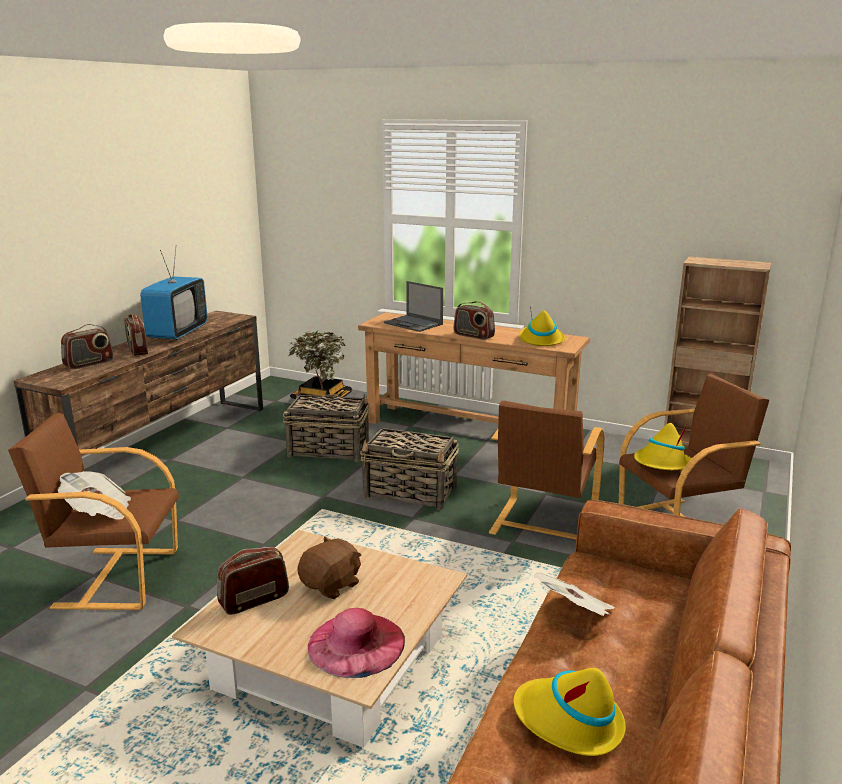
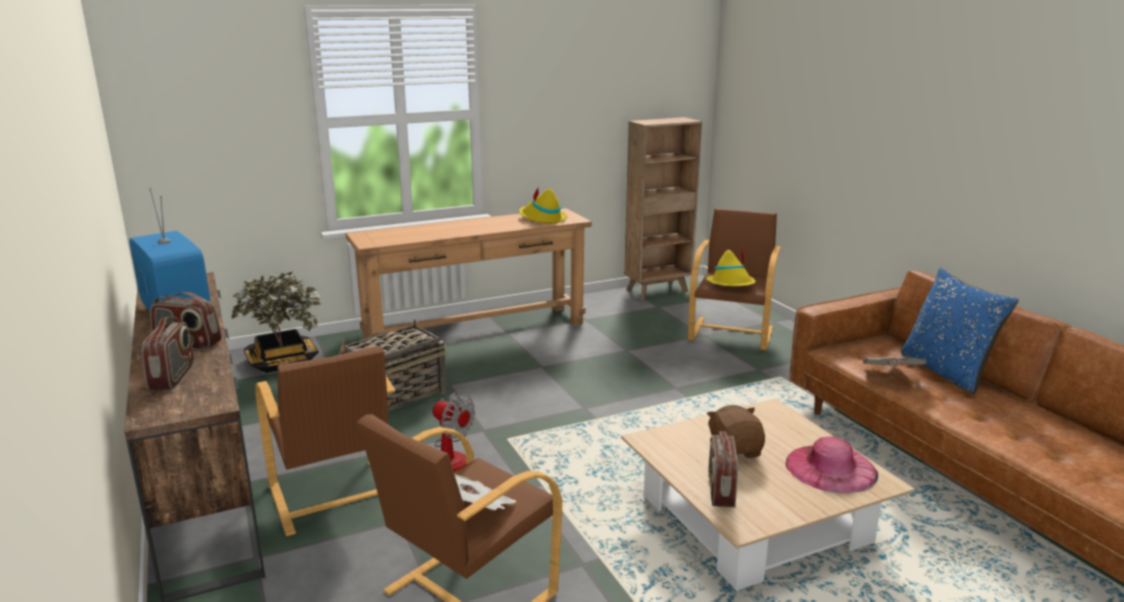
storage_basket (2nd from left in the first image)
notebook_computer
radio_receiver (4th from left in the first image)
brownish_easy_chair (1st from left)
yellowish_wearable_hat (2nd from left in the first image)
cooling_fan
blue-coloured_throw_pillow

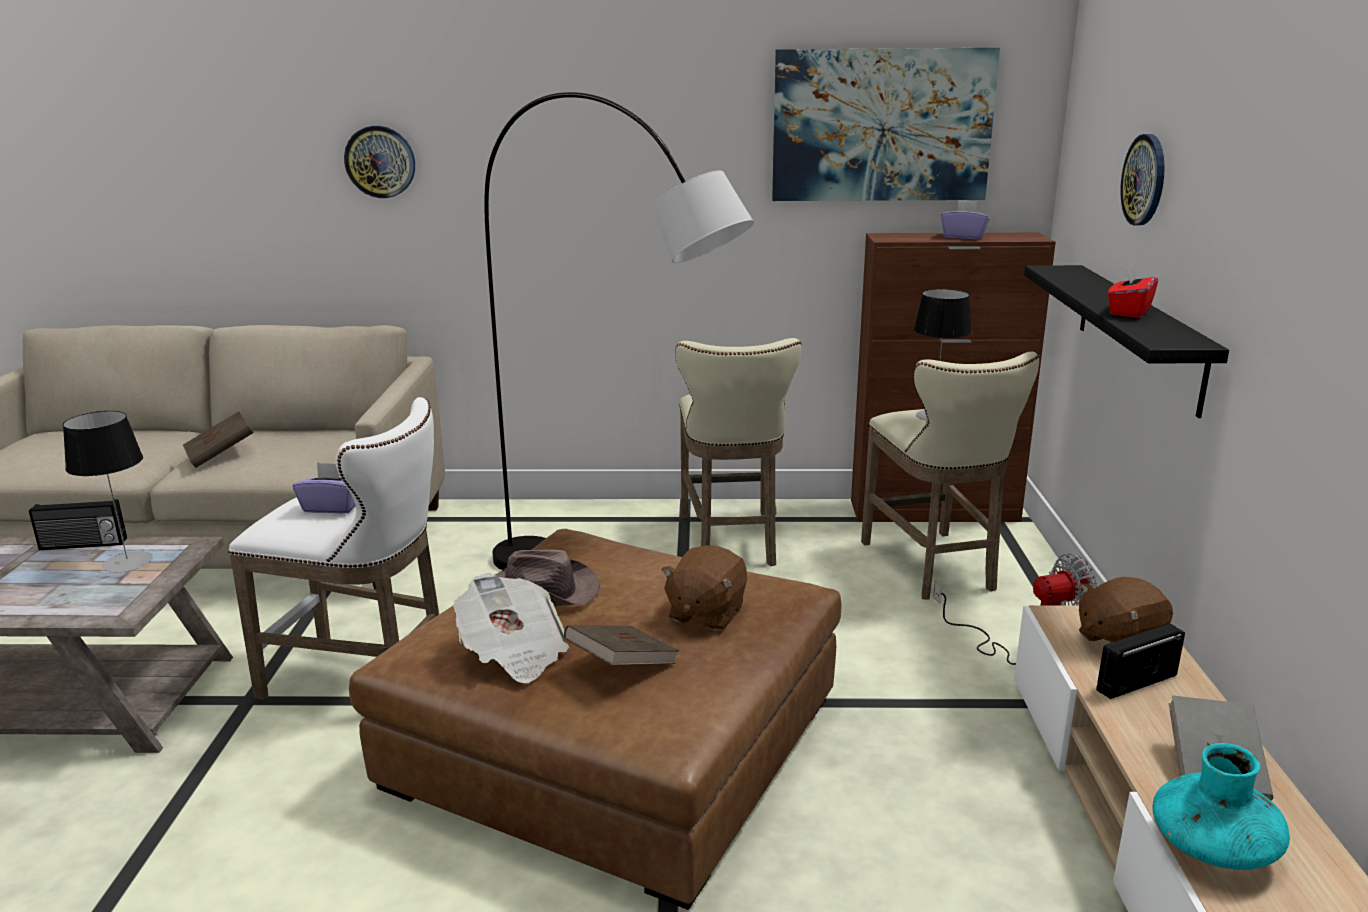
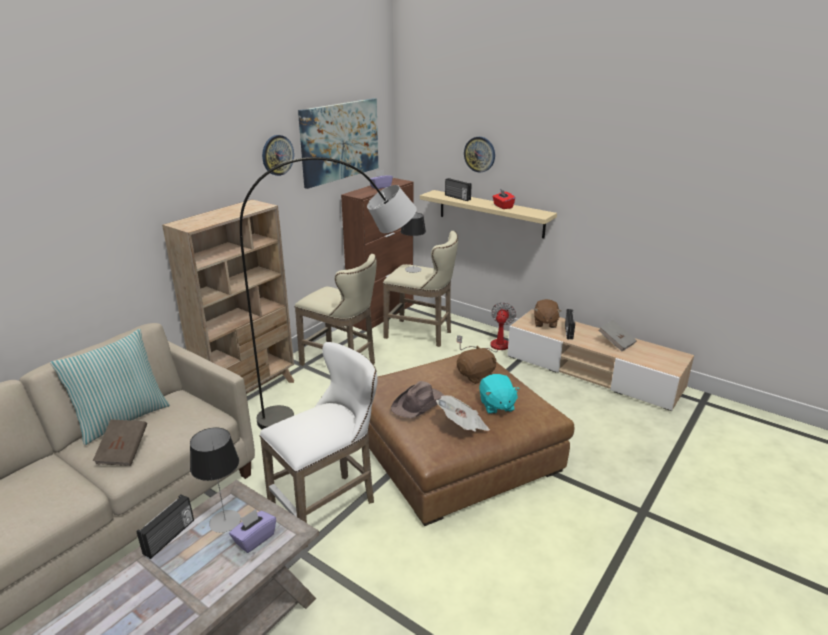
purple_box_of_tissues (1st from left)
wall_clock (1st from left)
blue-green_cuddly_toy
brownish_cuddly_toy (1st from left)
beige_shelf
blue-green_flower_vase
throw_pillow
beige_bookcase
radio_receiver (2nd from left)

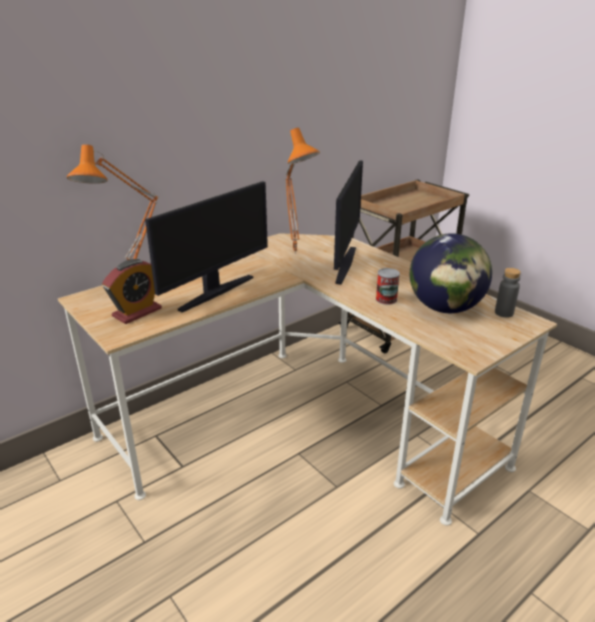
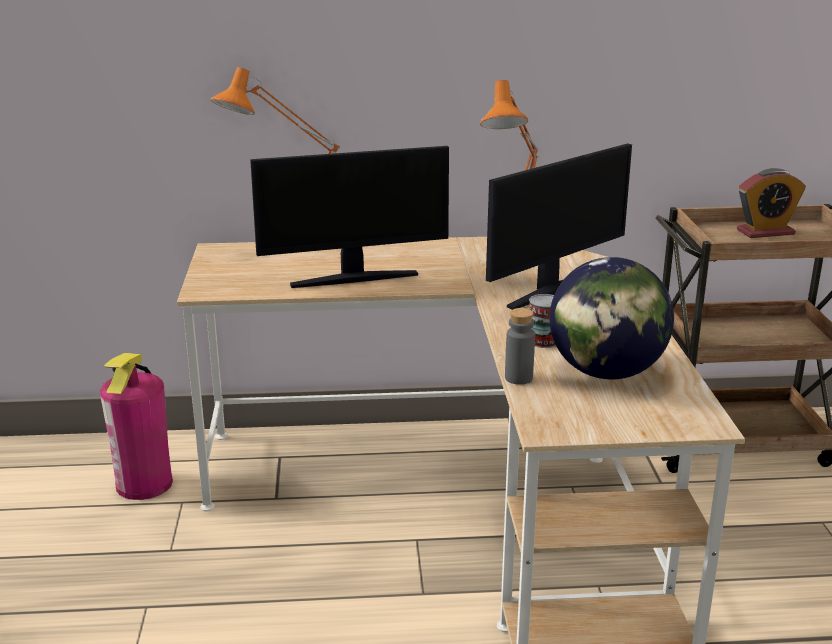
bedside_clock
grey_beverage_bottle
fire-fighting_cylinder

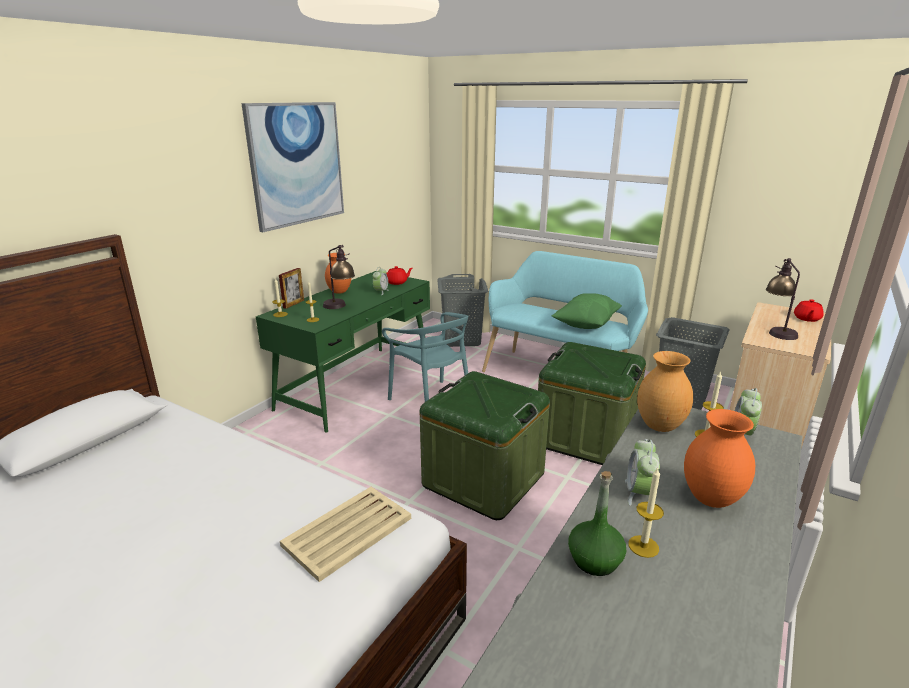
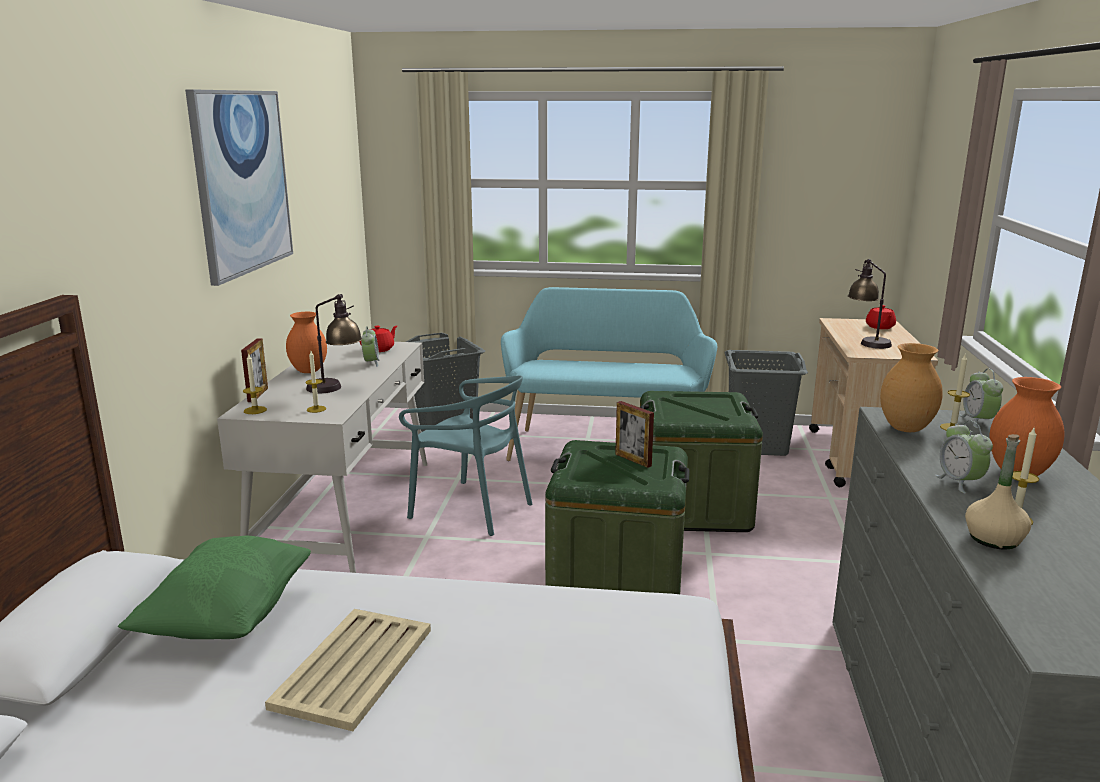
white-coloured_desk_unit
beige_serving_tray
greenish_throw_pillow
beige_beverage_bottle
standing_frame (2nd from left)

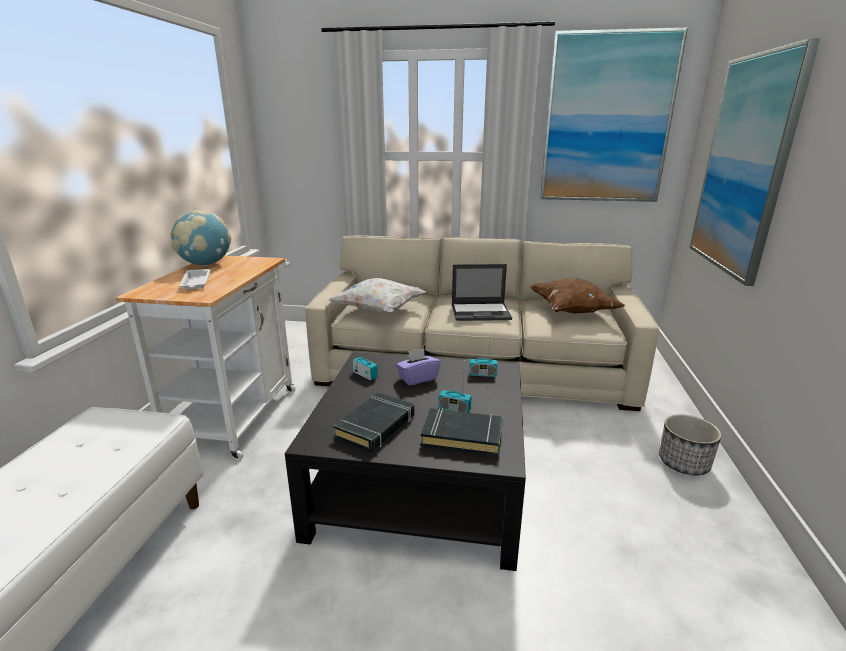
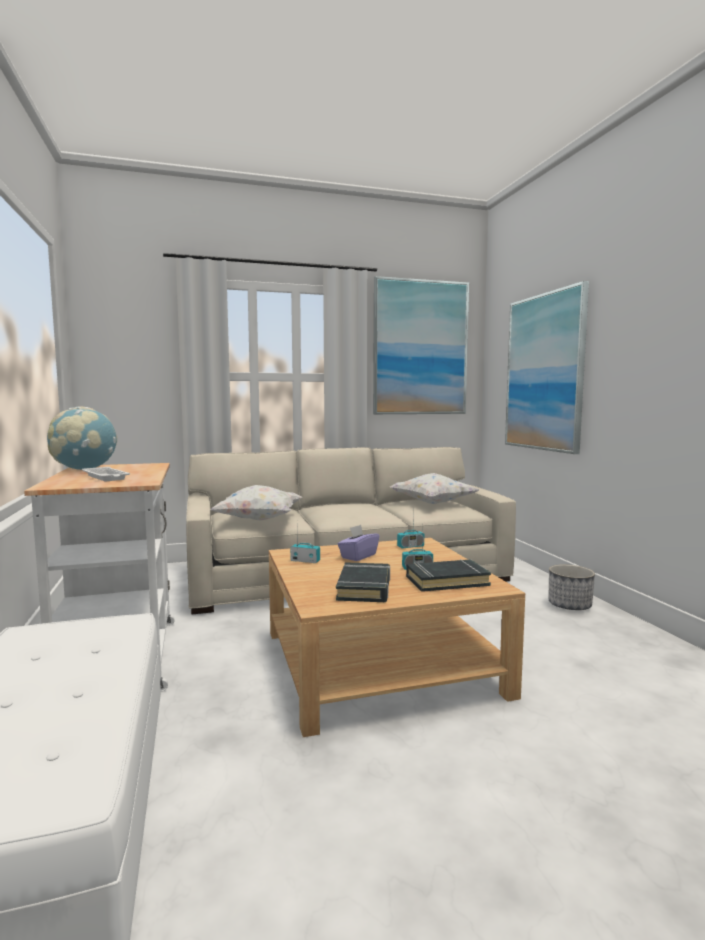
beige_coffee_table
notebook_computer
white-coloured_throw_pillow (2nd from left)

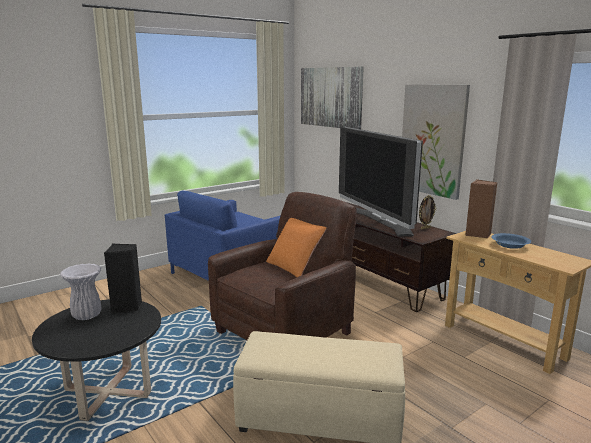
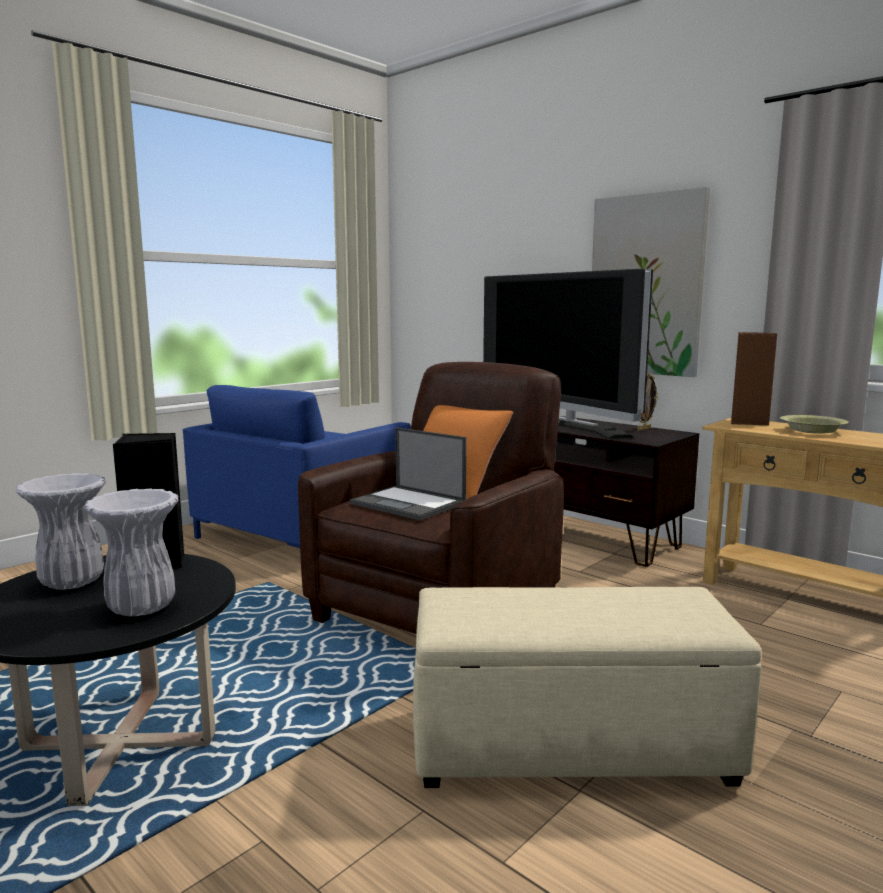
wall_art (1st from left in the first image)
yellowish_bowl
white-coloured_flower_vase (2nd from left)
notebook_computer

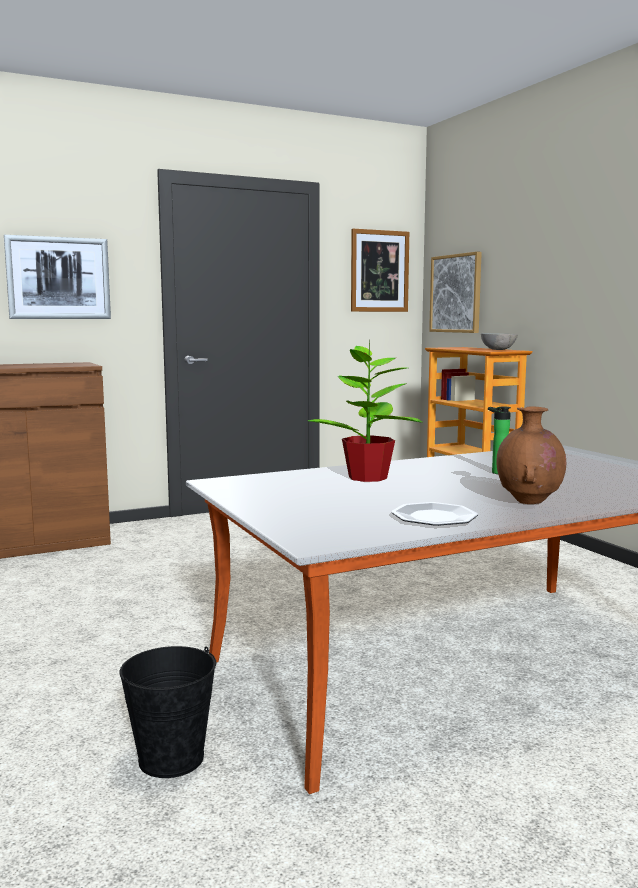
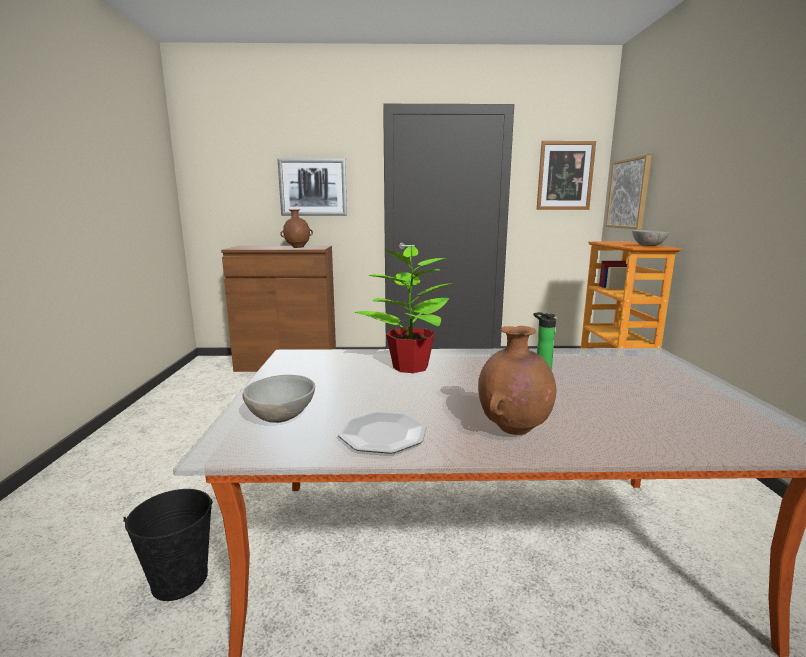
grey_bowl (1st from left)
brownish_flower_vase (1st from left)

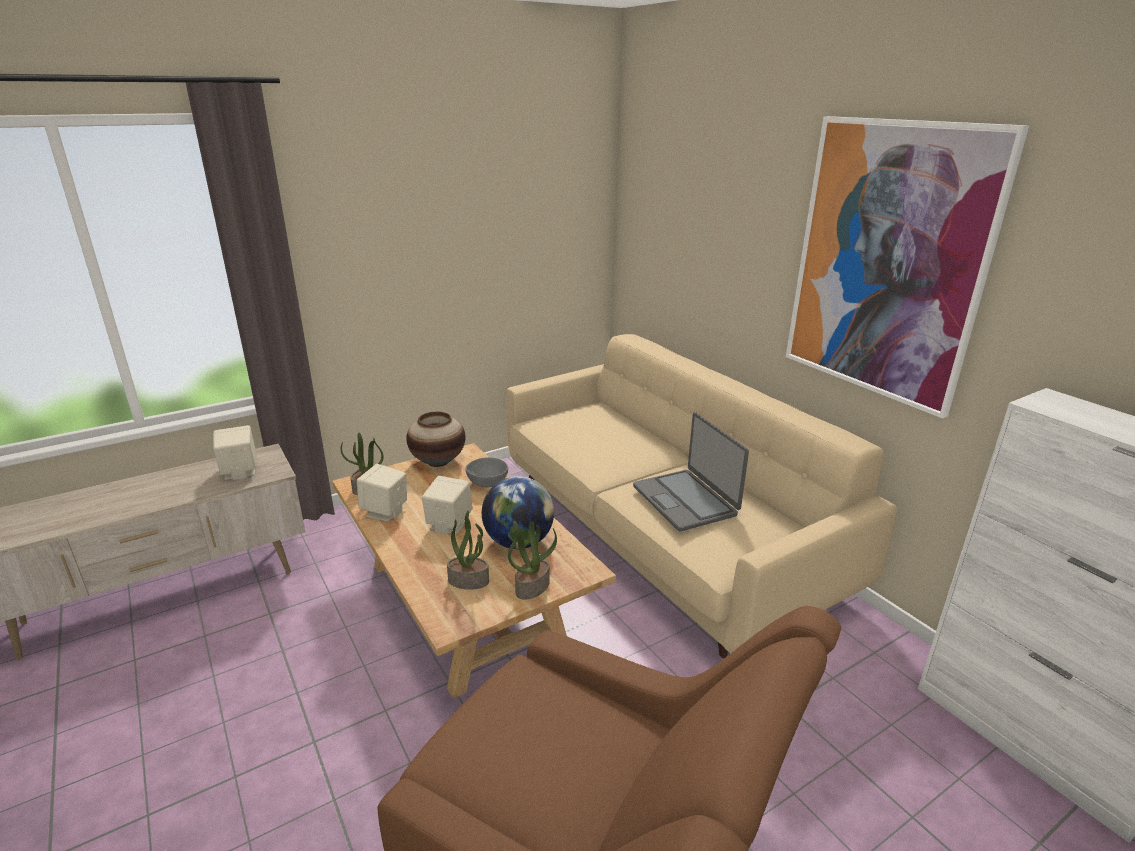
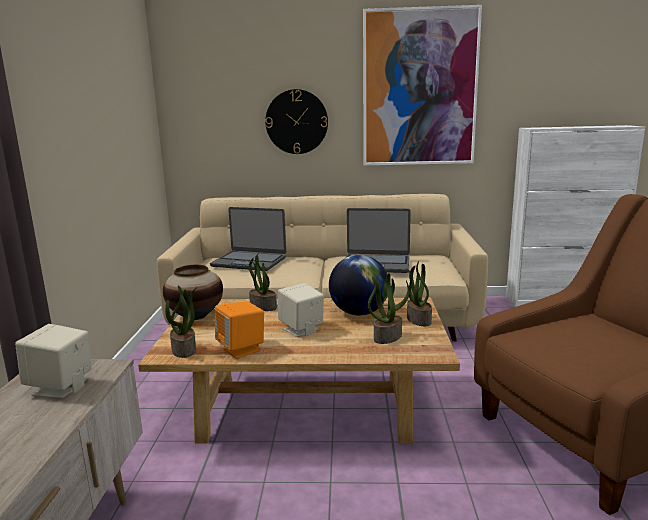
orange_speaker
houseplant (2nd from left)
notebook_computer (1st from left)
wall_clock

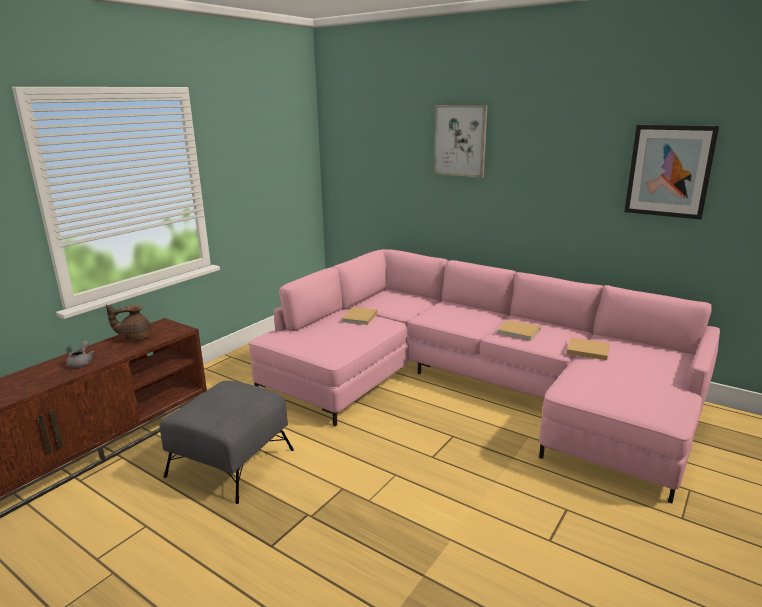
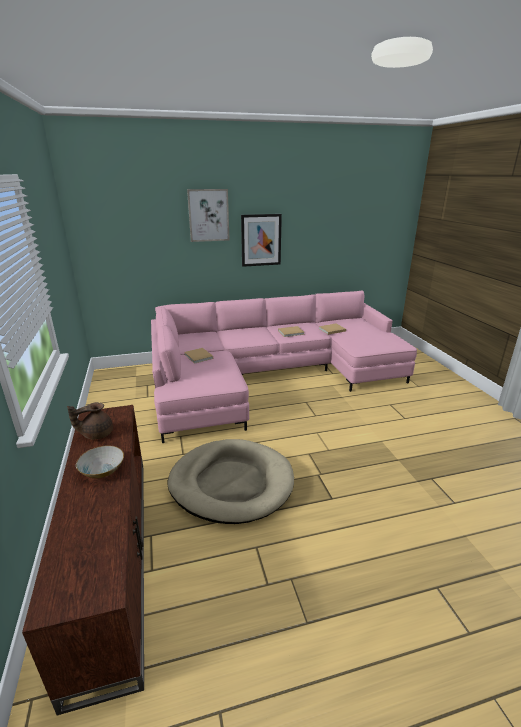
bowl
brownish_pot_for_tea
beige_dog_bed
wall_art (2nd from left)

